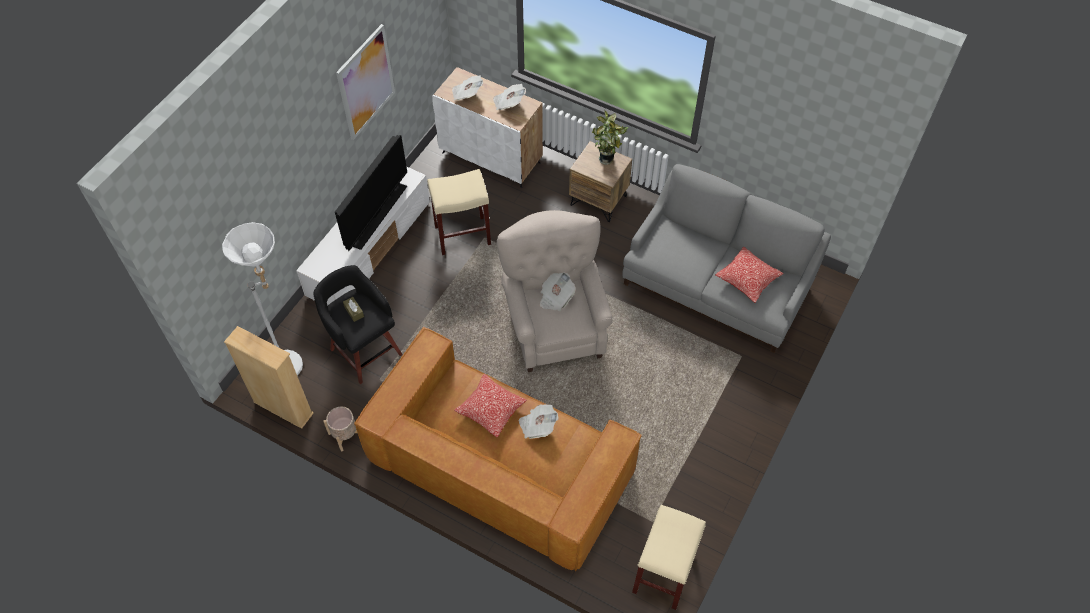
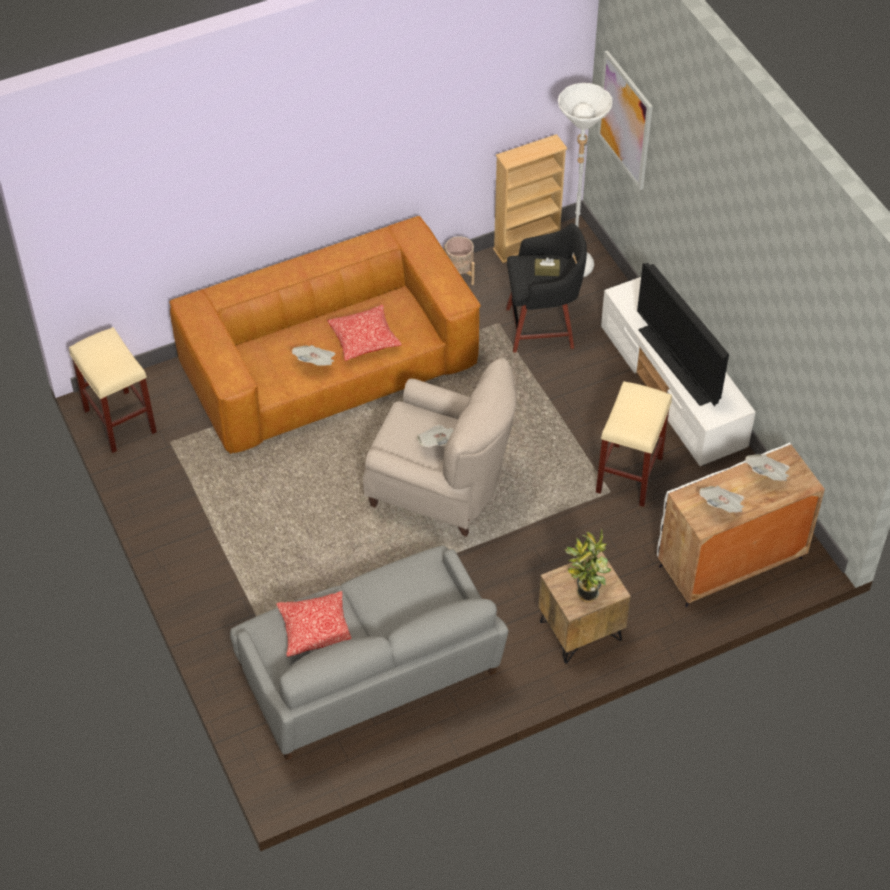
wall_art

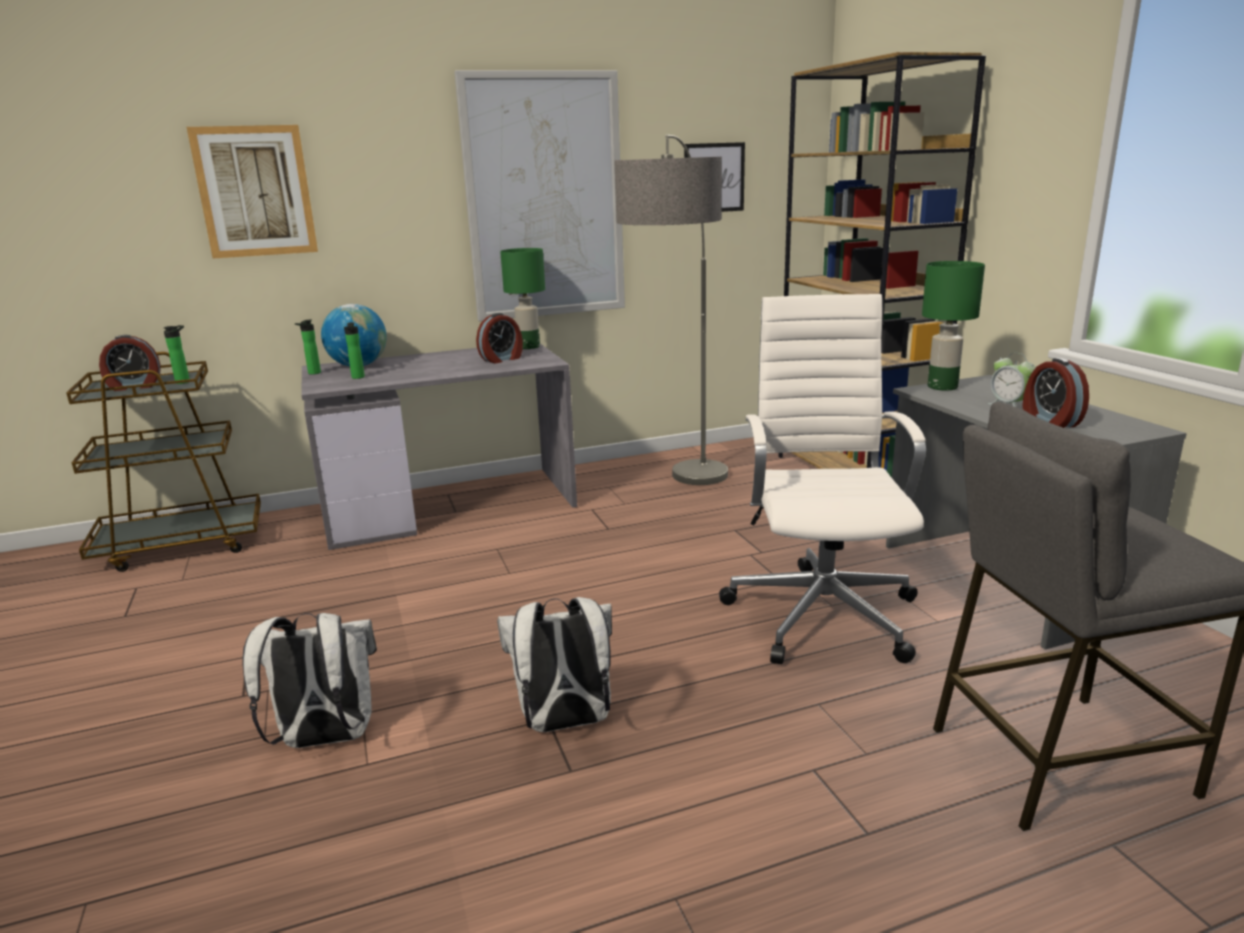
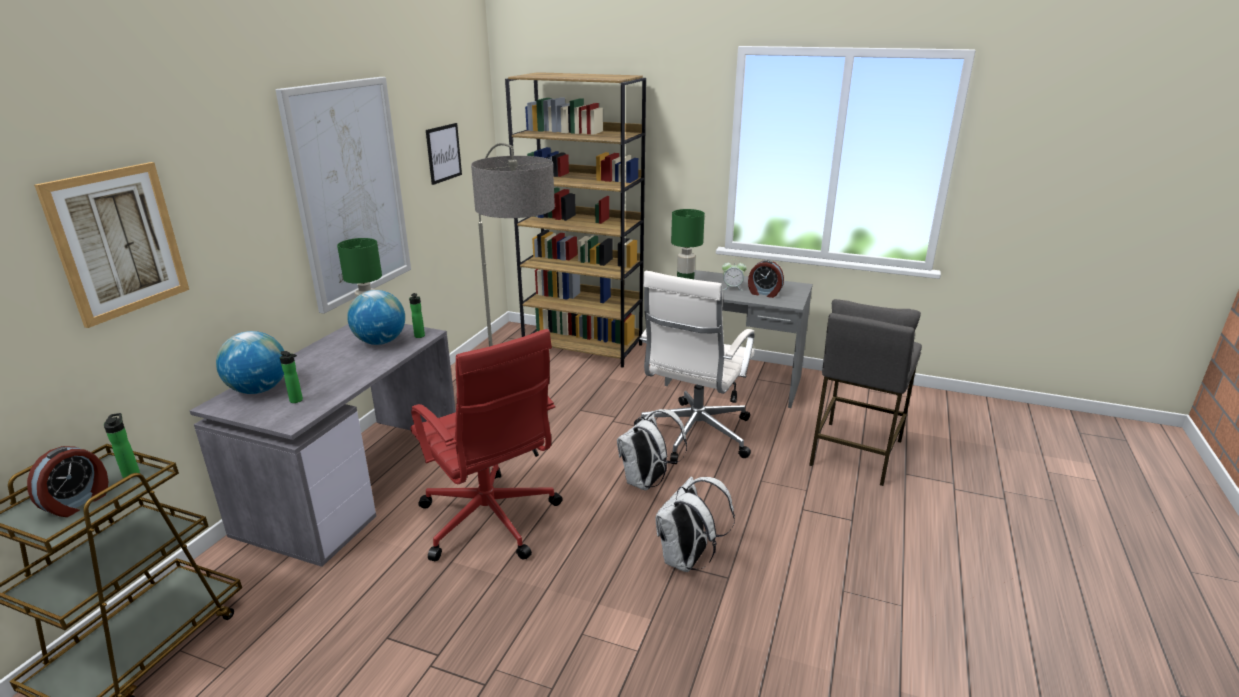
white-coloured_knapsack (1st from left)
beverage_bottle (3rd from left)
globe (2nd from left)
white-coloured_computer_chair
reddish_computer_chair

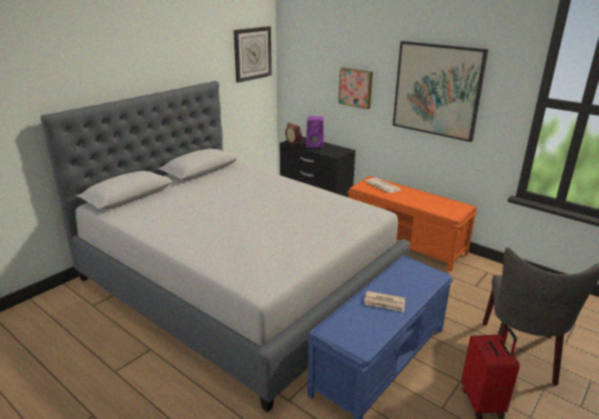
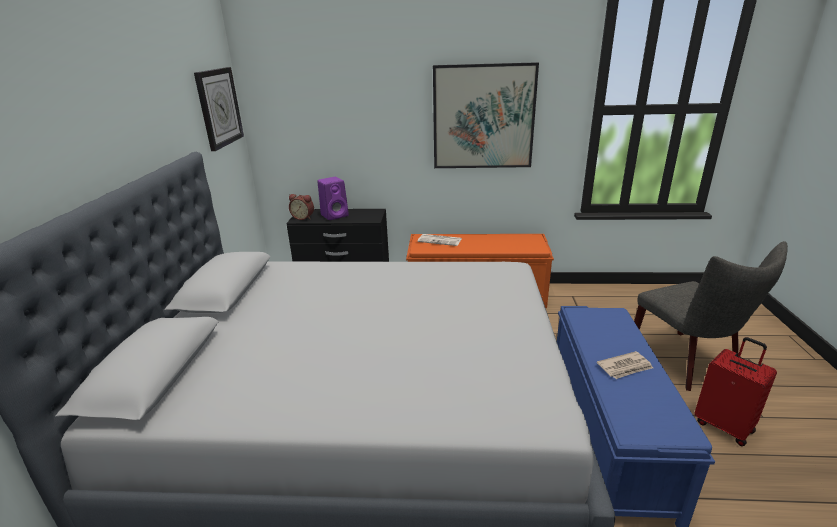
wall_art (1st from left in the first image)

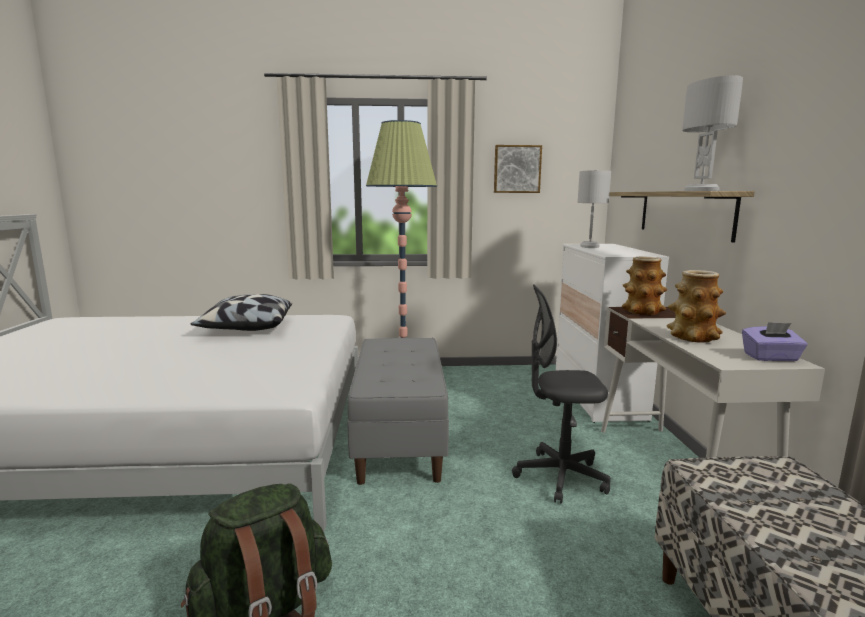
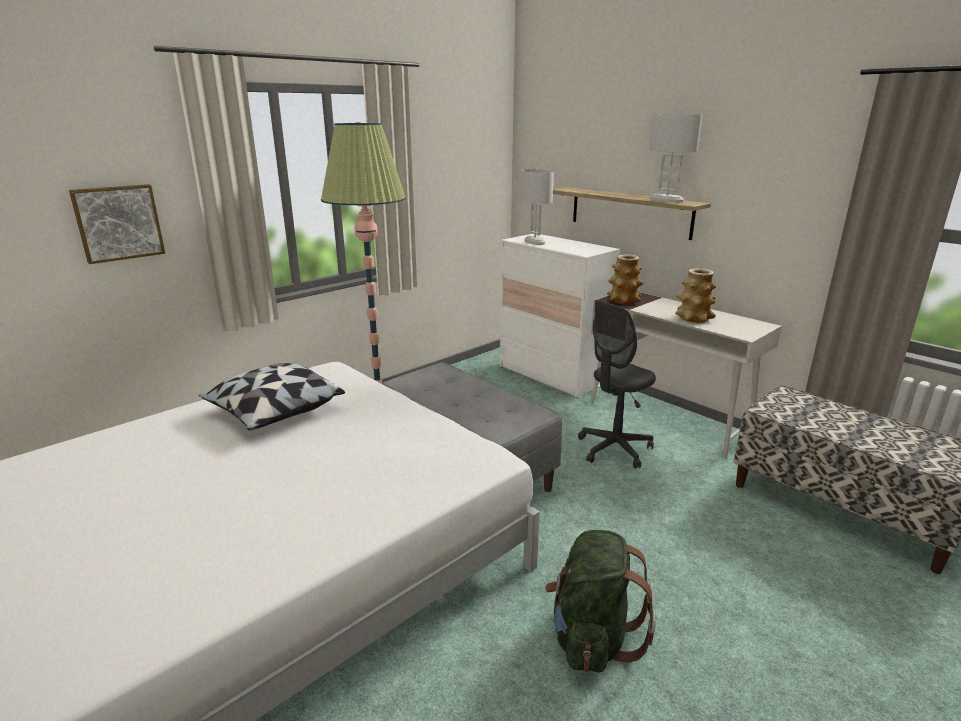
wall_art
purple_box_of_tissues

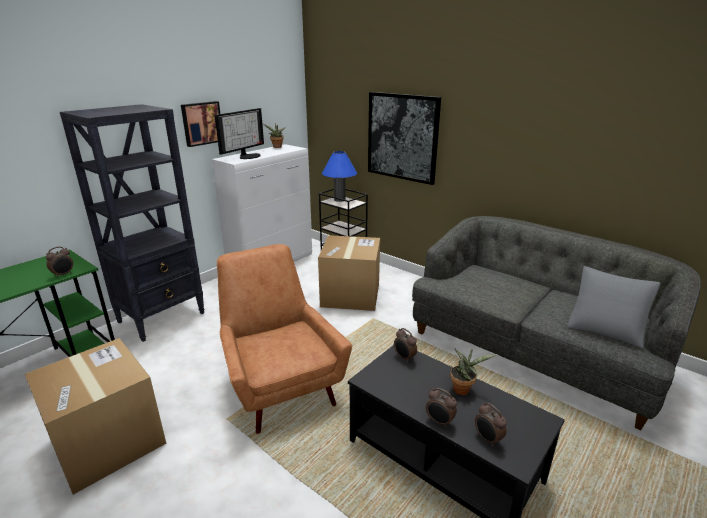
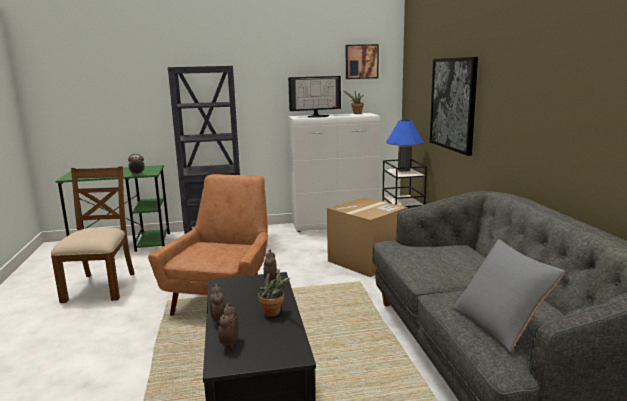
brownish_plain_chair
wall_art (1st from left)

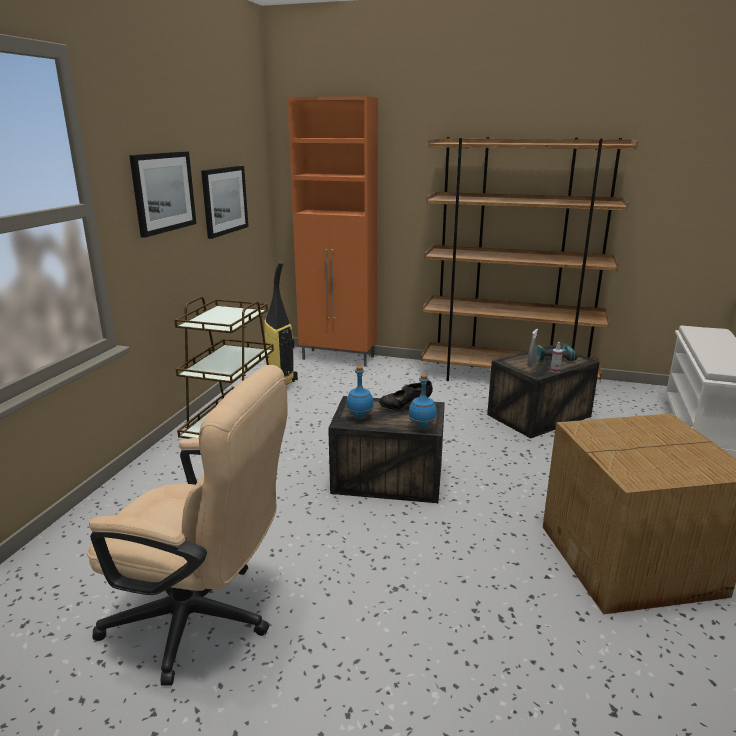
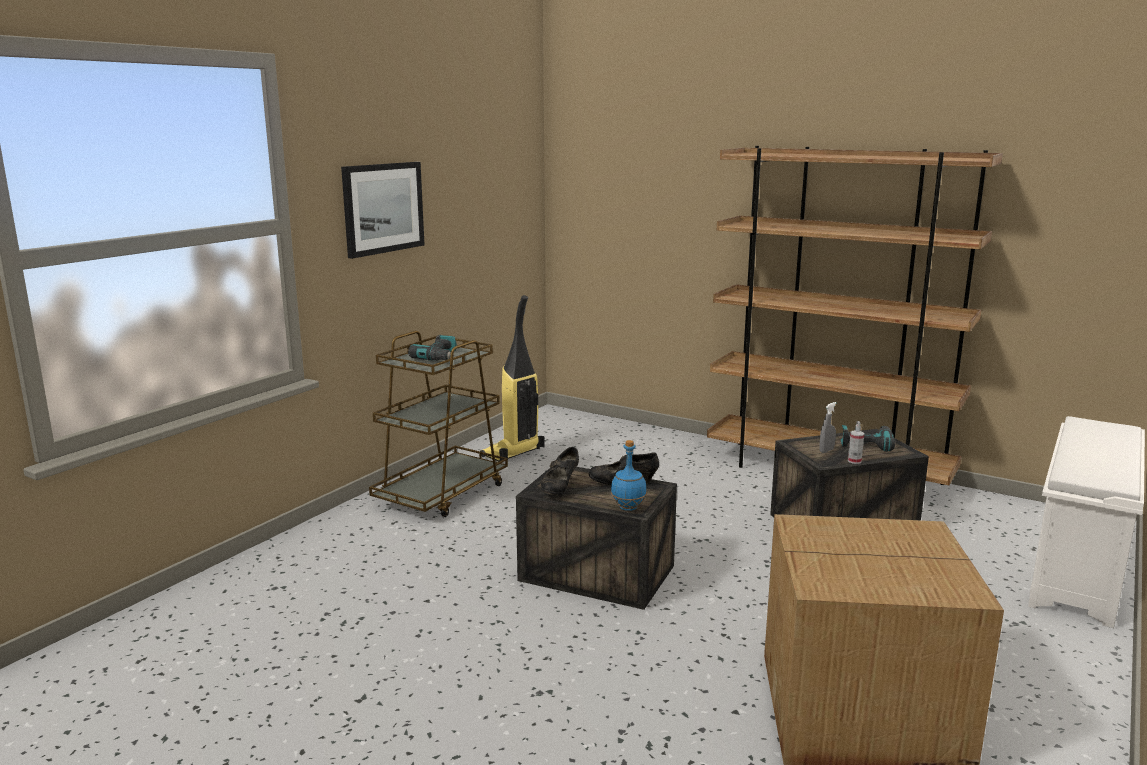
beige_computer_chair
wall_art (2nd from left in the first image)
orange_storage_cabinet
black-coloured_item_of_footwear (1st from left)
electric_drill (1st from left)

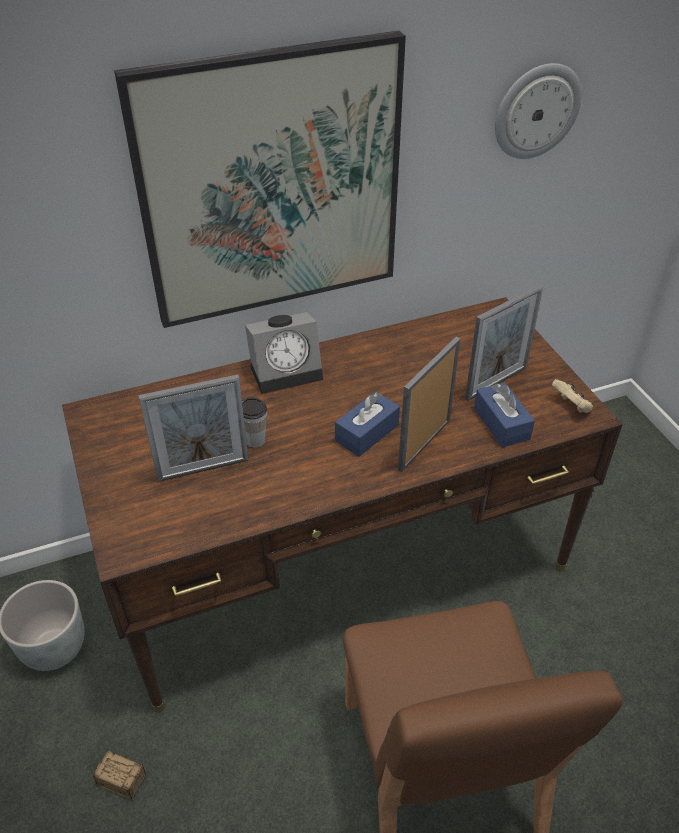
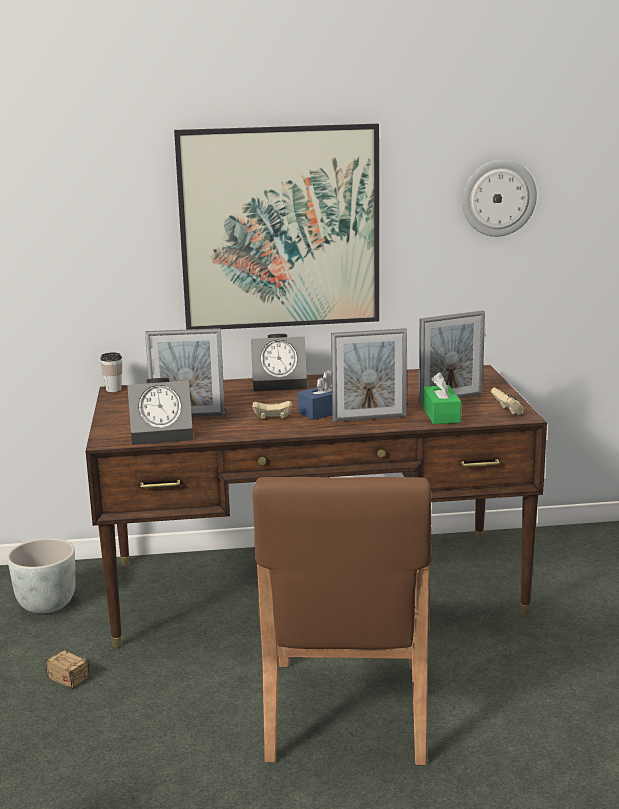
small_cup
standing_frame (2nd from left)
greenish_box_of_tissues
bedside_clock (1st from left)
beige_game_controller (1st from left)

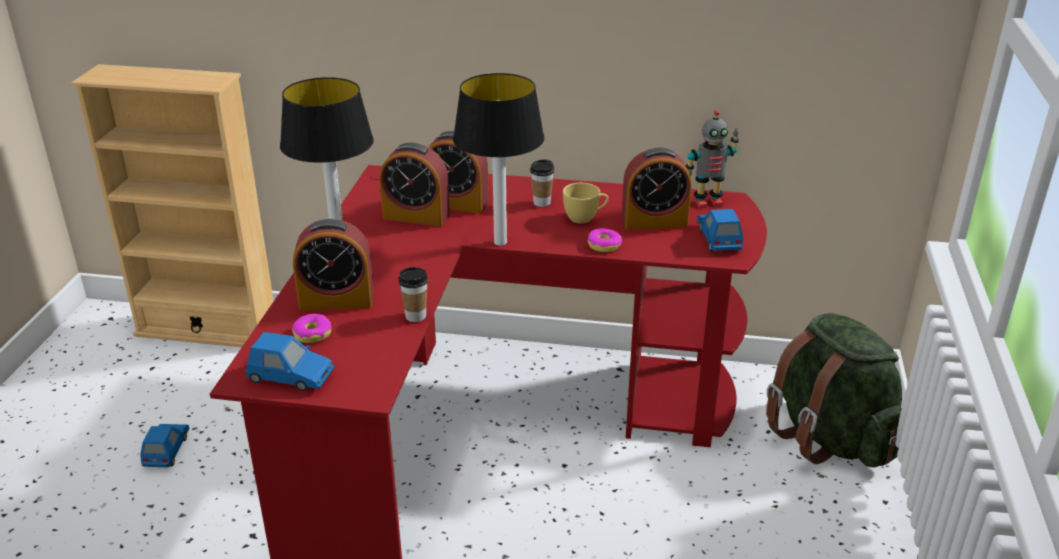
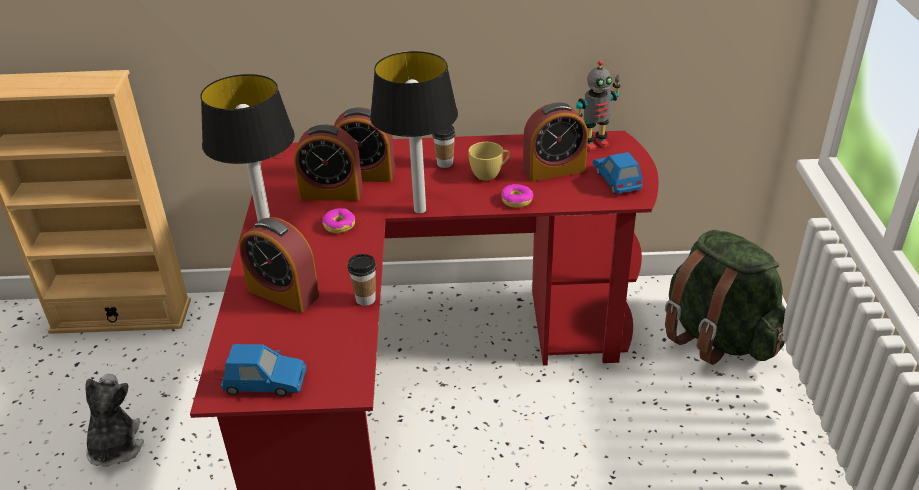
cuddly_toy
doughnut (1st from left)
bedside_clock (1st from left)

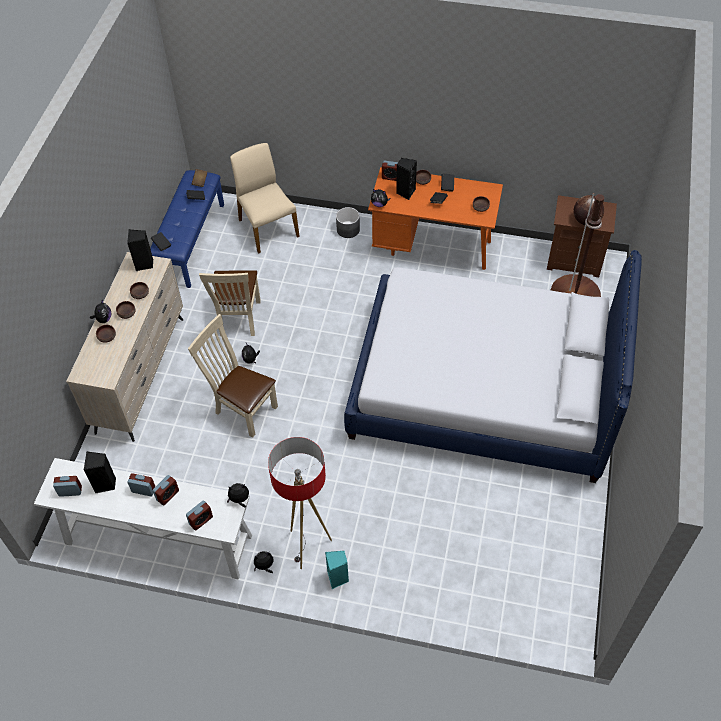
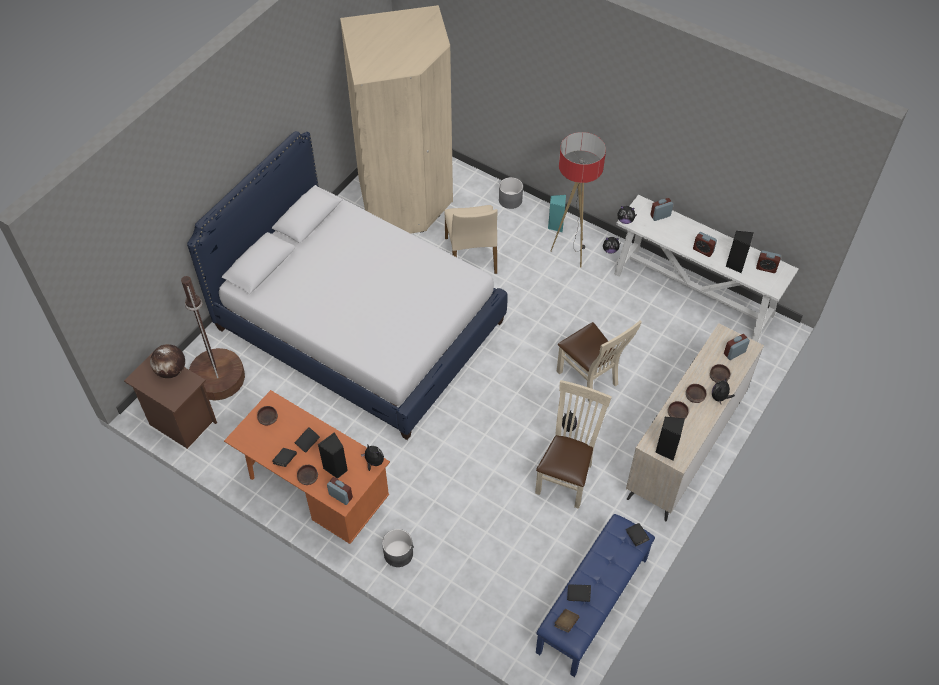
bedside_clock (4th from left)
beige_plain_chair (1st from left)
beige_wardrobe
grey_planter (2nd from left)

